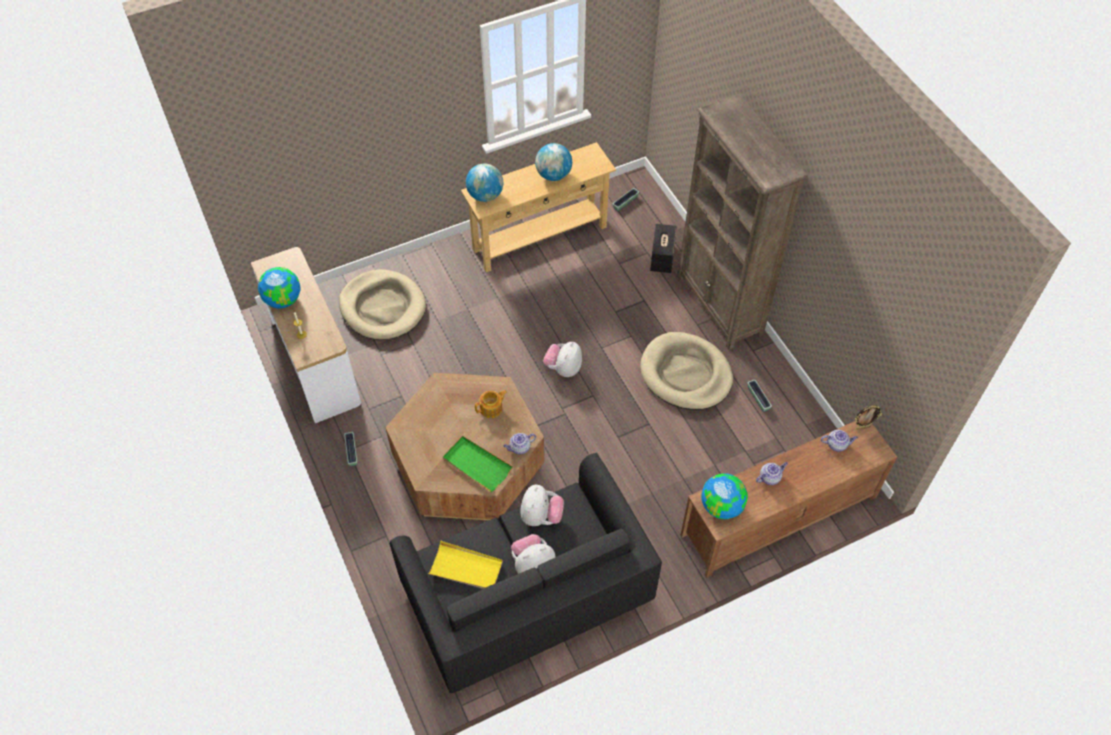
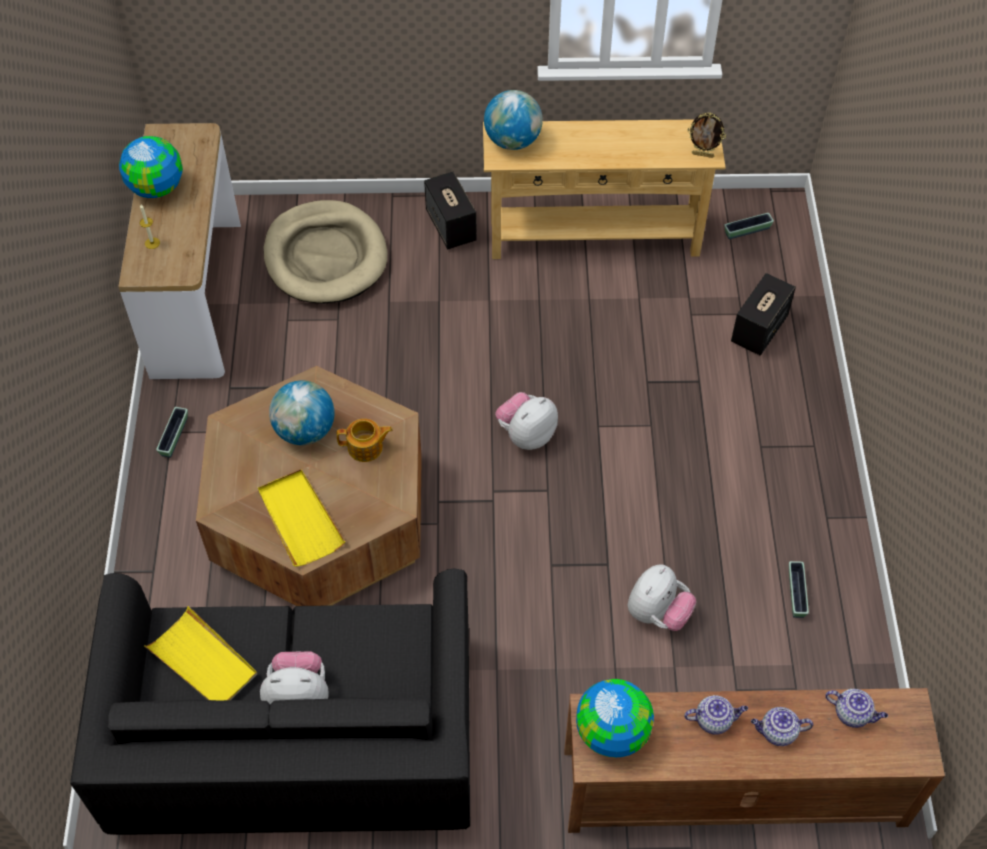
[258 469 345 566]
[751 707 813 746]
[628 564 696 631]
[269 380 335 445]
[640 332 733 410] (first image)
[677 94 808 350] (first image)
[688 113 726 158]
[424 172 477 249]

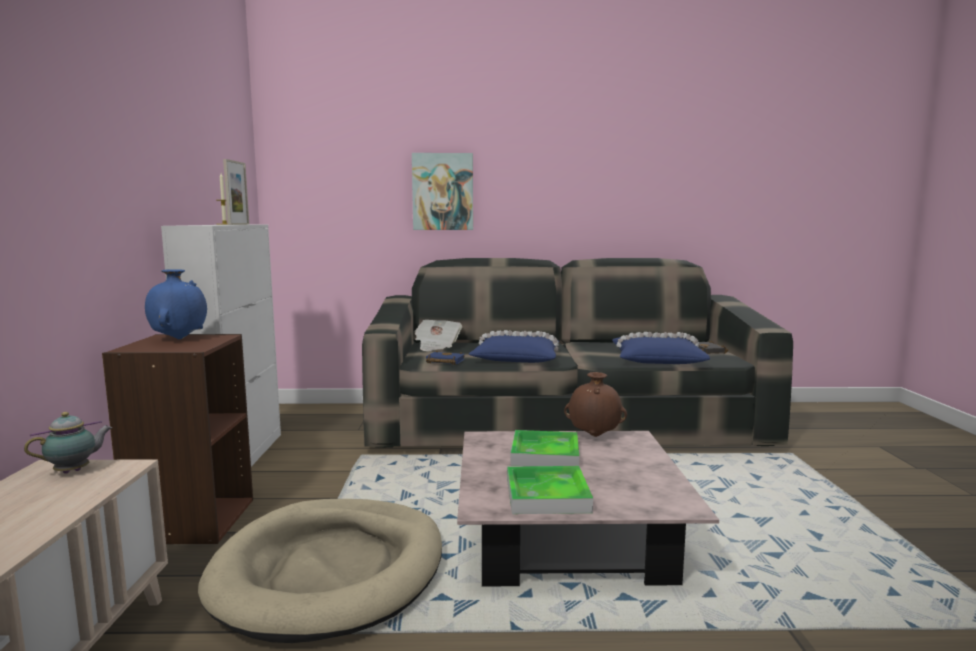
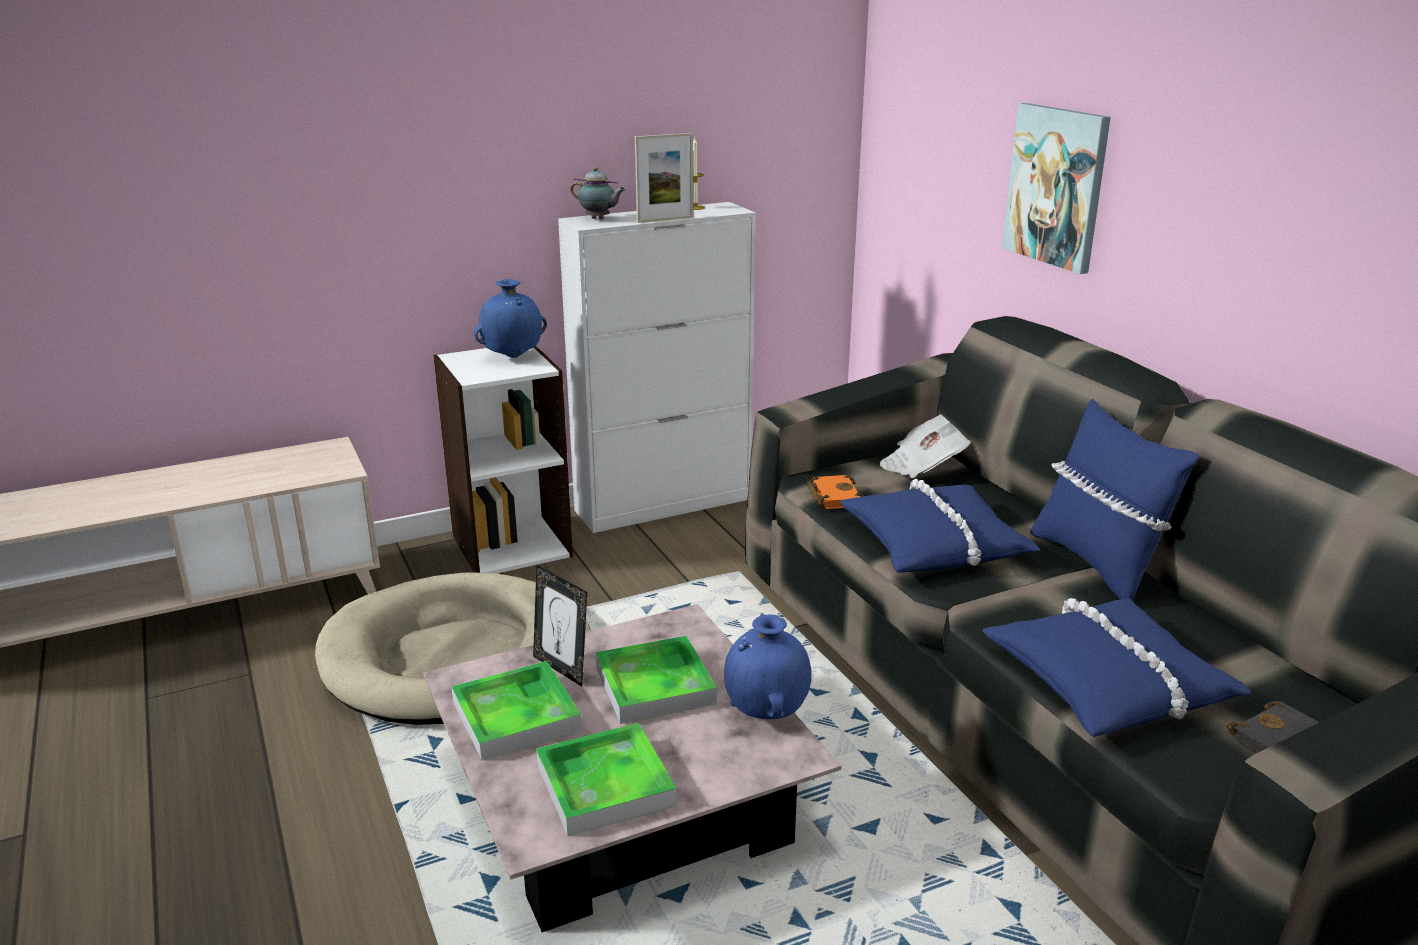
[570 167 625 219]
[433 346 573 573]
[807 474 863 509]
[724 615 811 719]
[533 565 587 686]
[536 723 677 837]
[1030 399 1199 600]

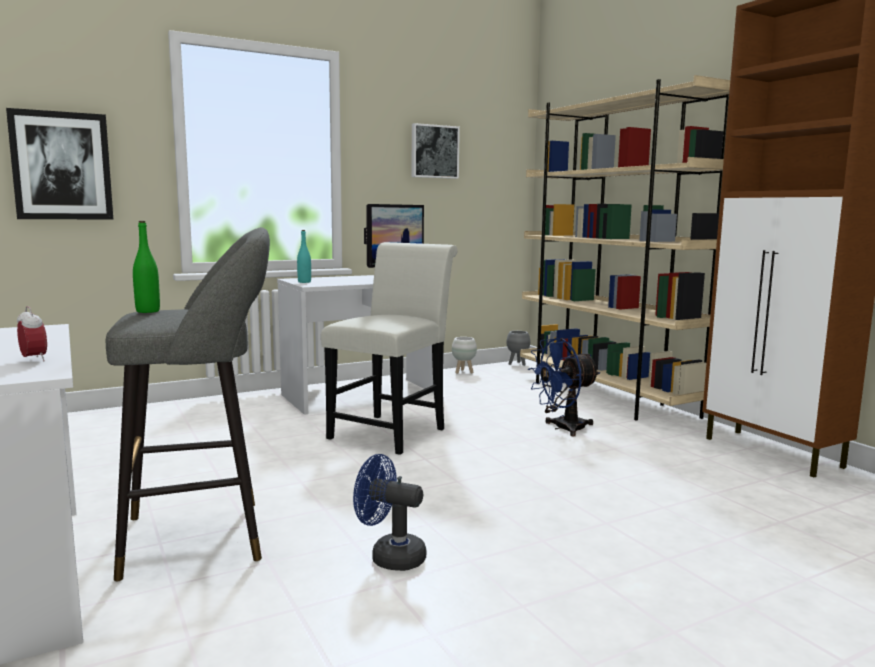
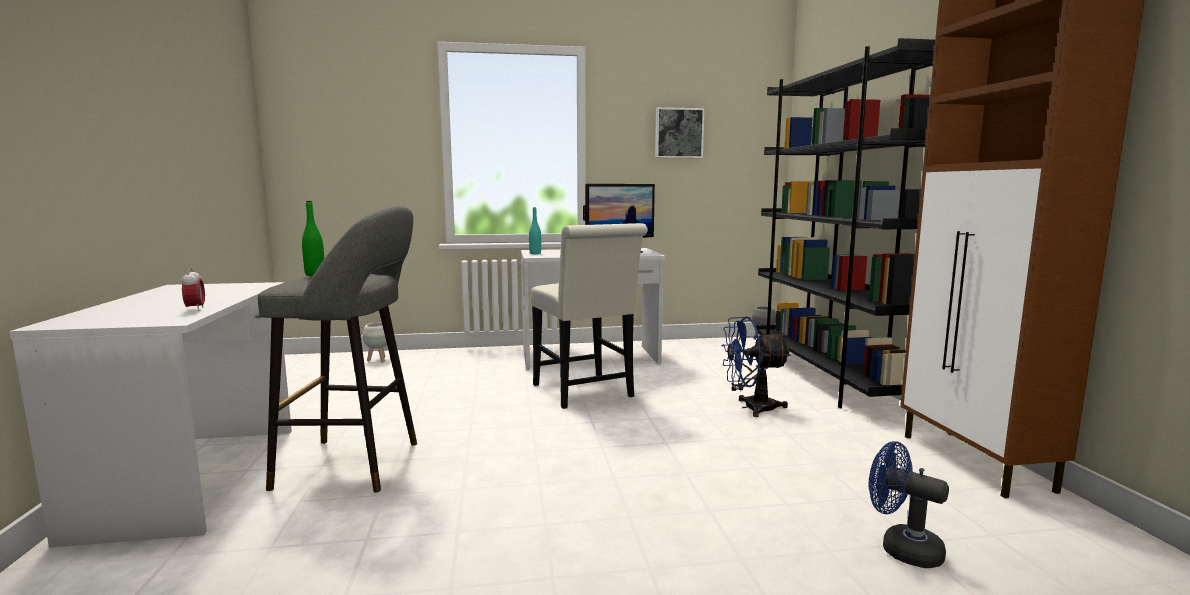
[6 108 113 219] (first image)
[531 223 648 409]
[869 441 949 568]
[363 323 387 362]
[756 38 935 408]

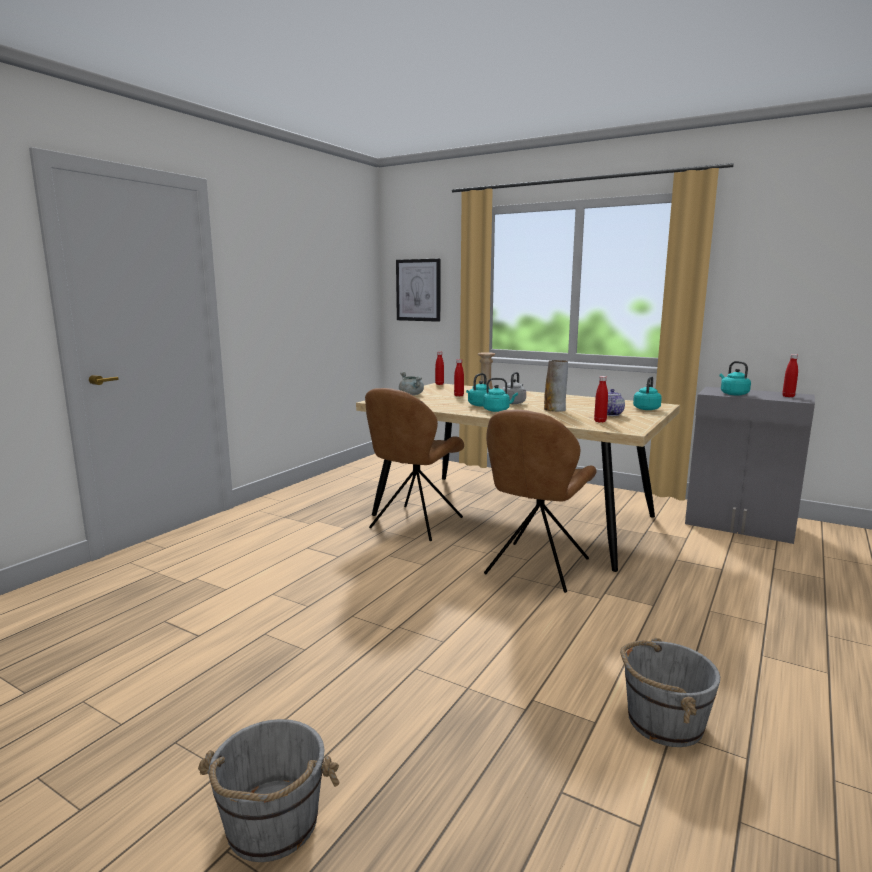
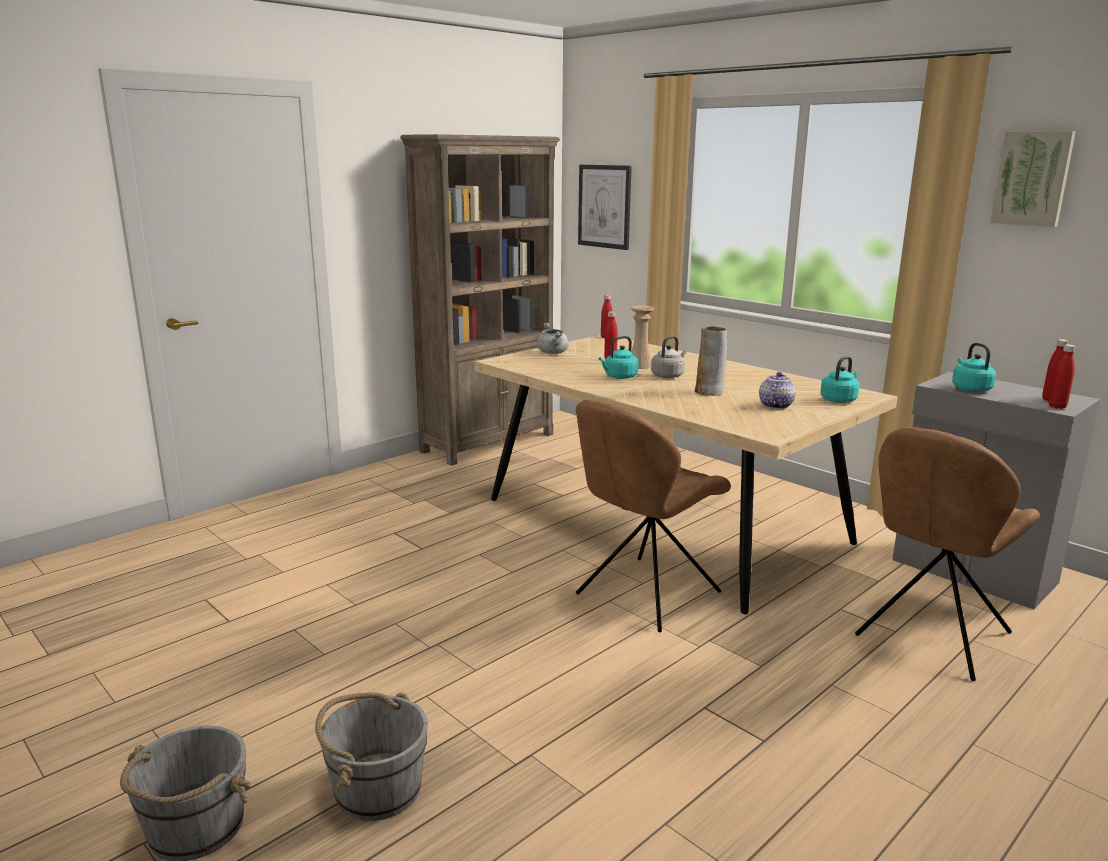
[855 427 1040 681]
[483 378 518 412] (first image)
[1049 344 1076 409]
[315 692 428 821]
[400 134 560 466]
[990 131 1076 227]

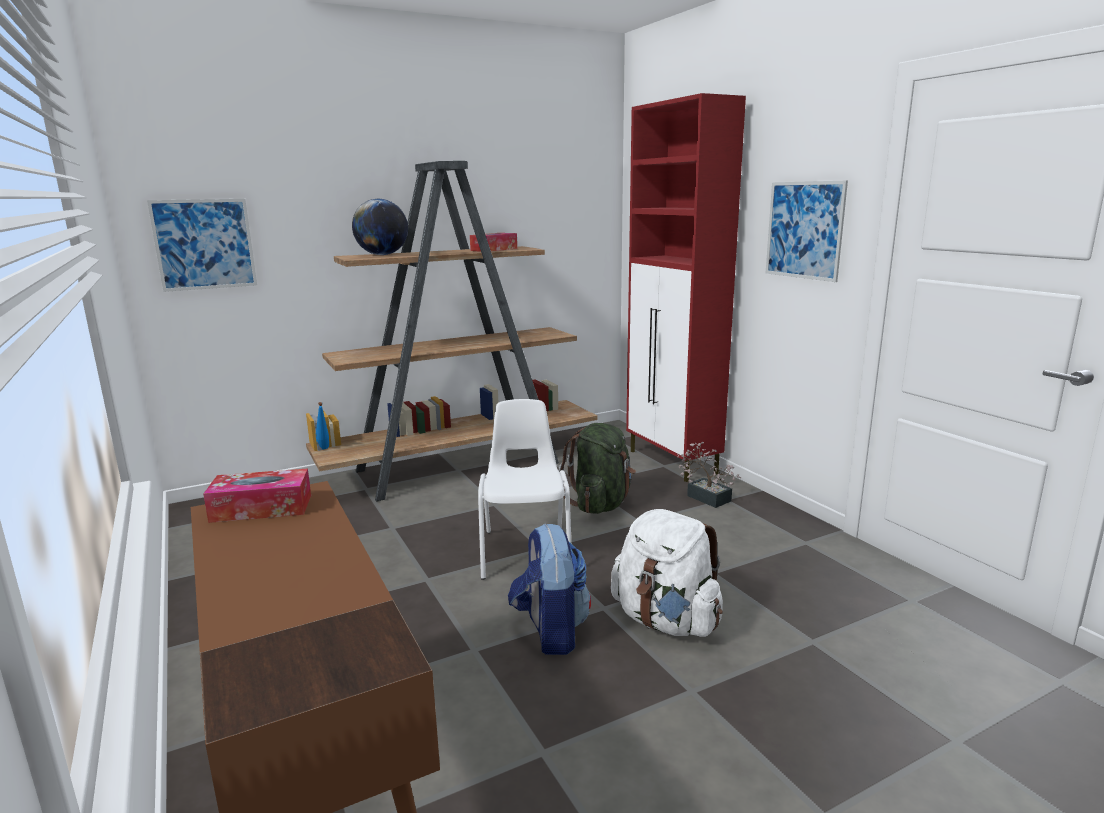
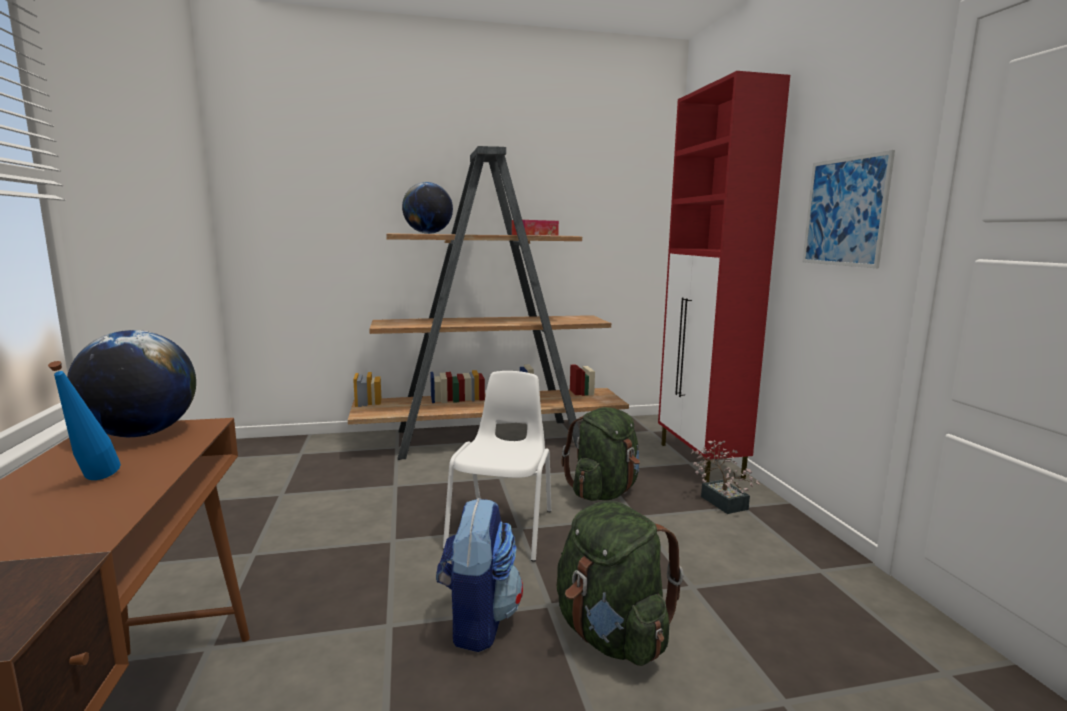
[147 199 257 292] (first image)
[67 330 196 437]
[48 361 121 480]
[557 501 684 666]

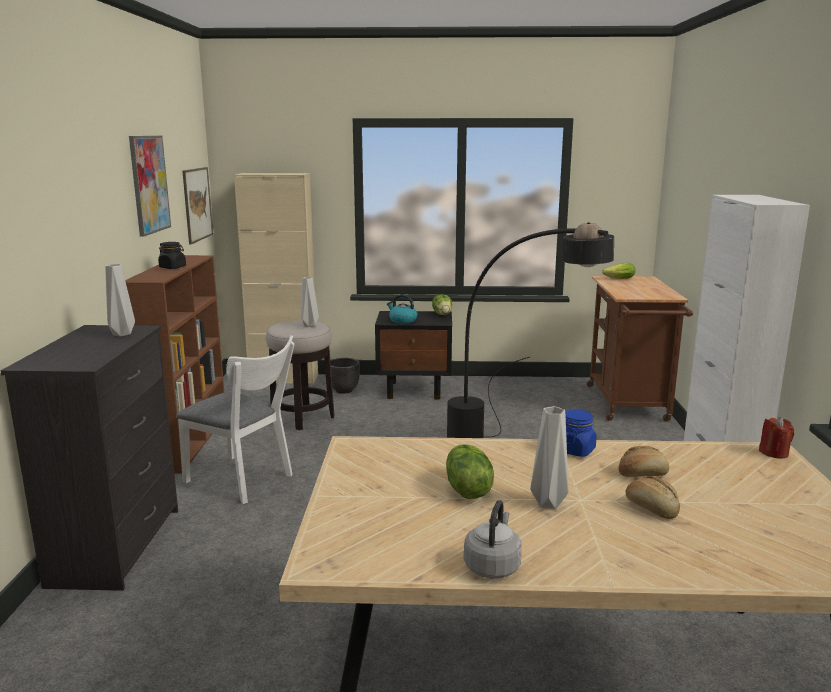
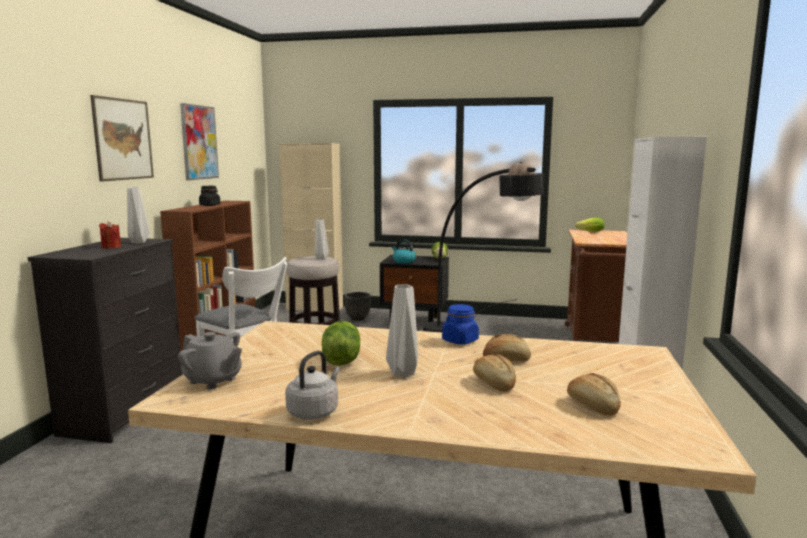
[90 95 154 182]
[99 221 121 249]
[178 332 242 389]
[567 373 621 416]

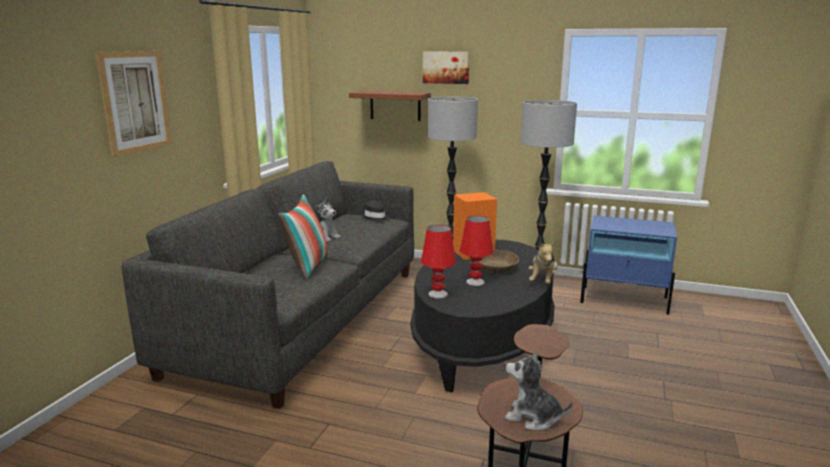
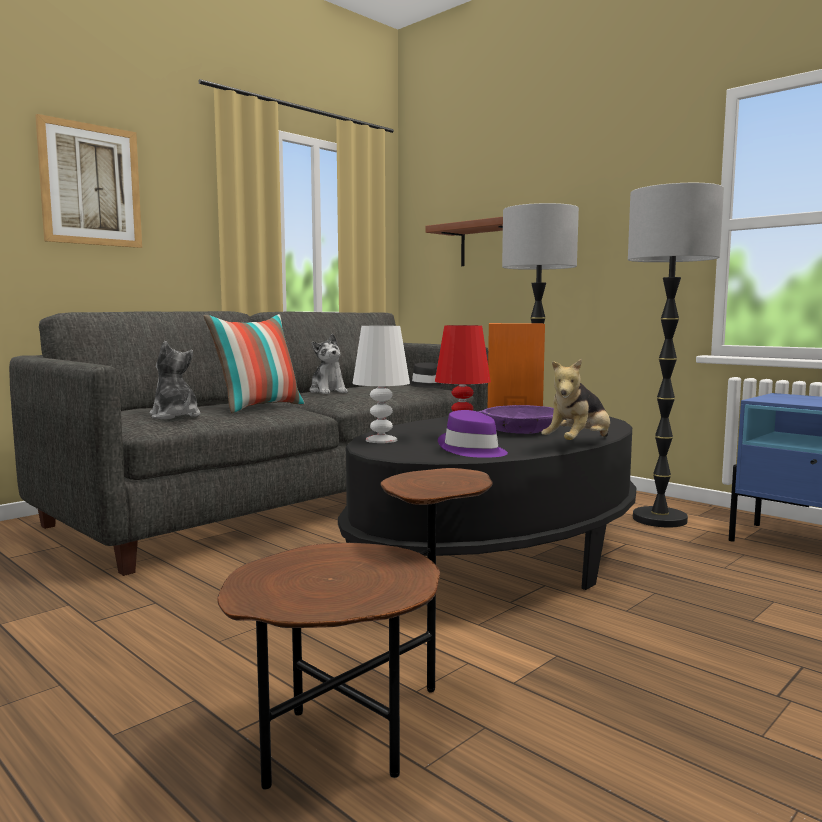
[353 326 410 443]
[423 52 469 84] (first image)
[478 405 554 434]
[150 341 200 419]
[438 410 508 458]

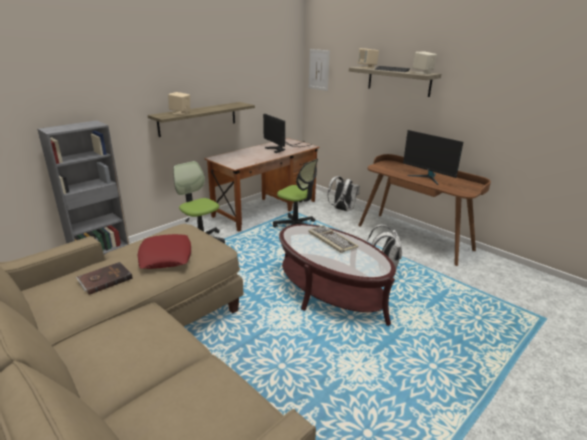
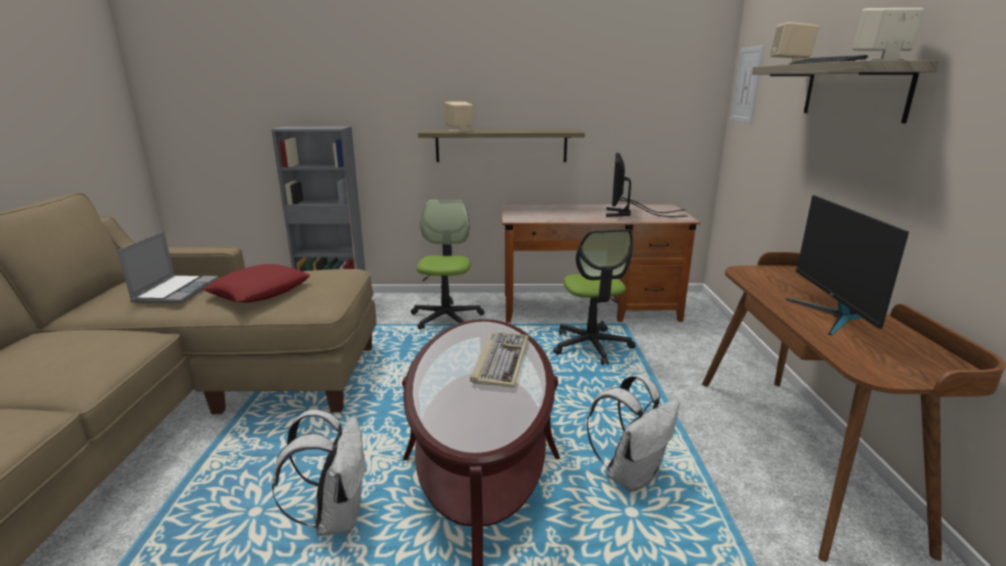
[118 231 219 303]
[272 410 367 536]

